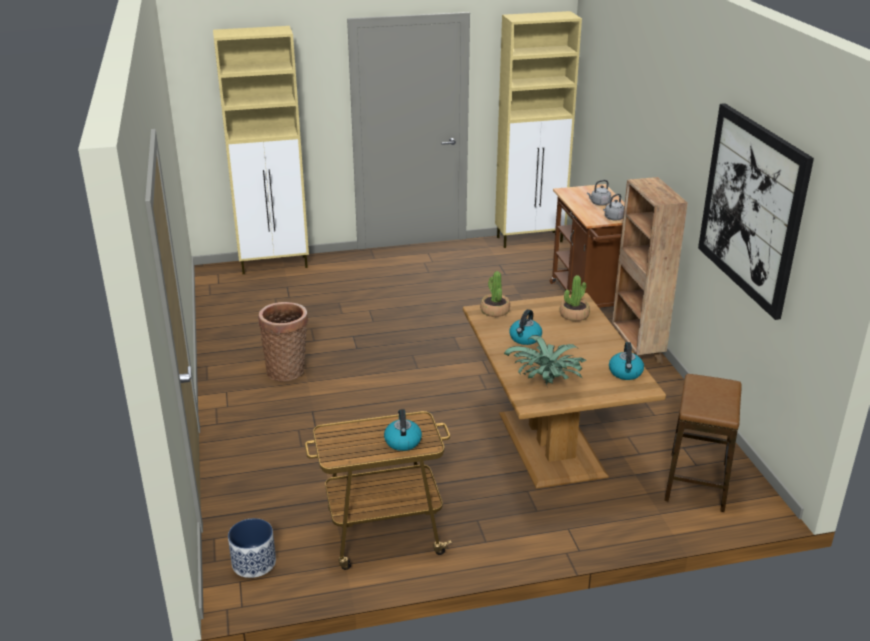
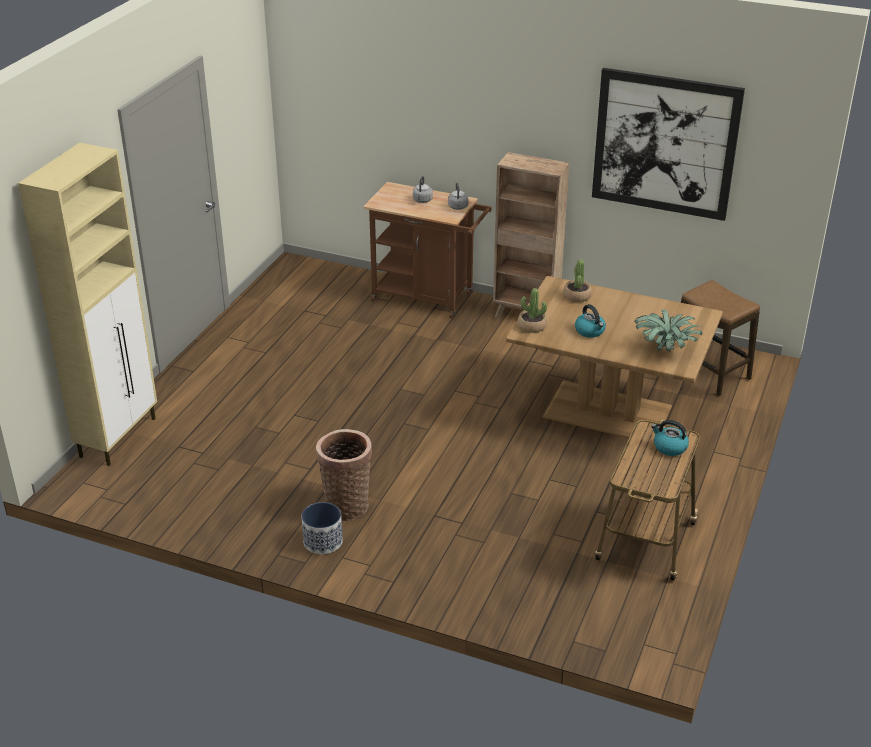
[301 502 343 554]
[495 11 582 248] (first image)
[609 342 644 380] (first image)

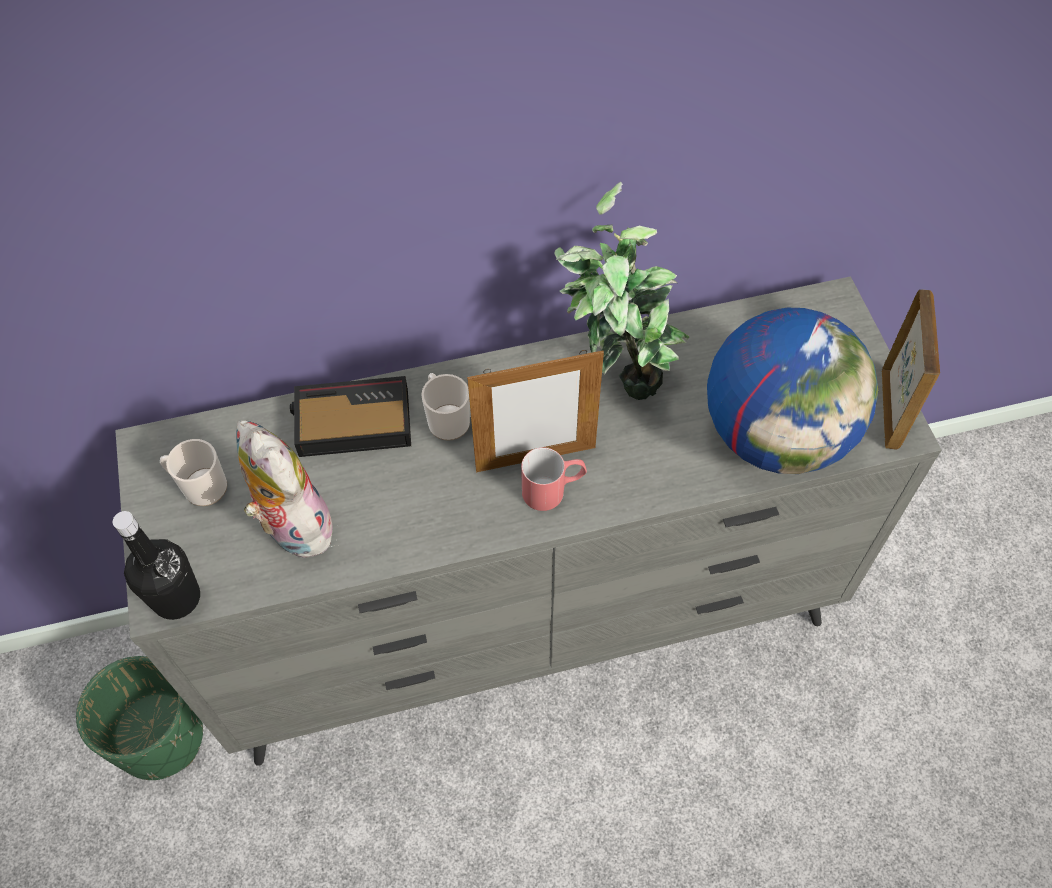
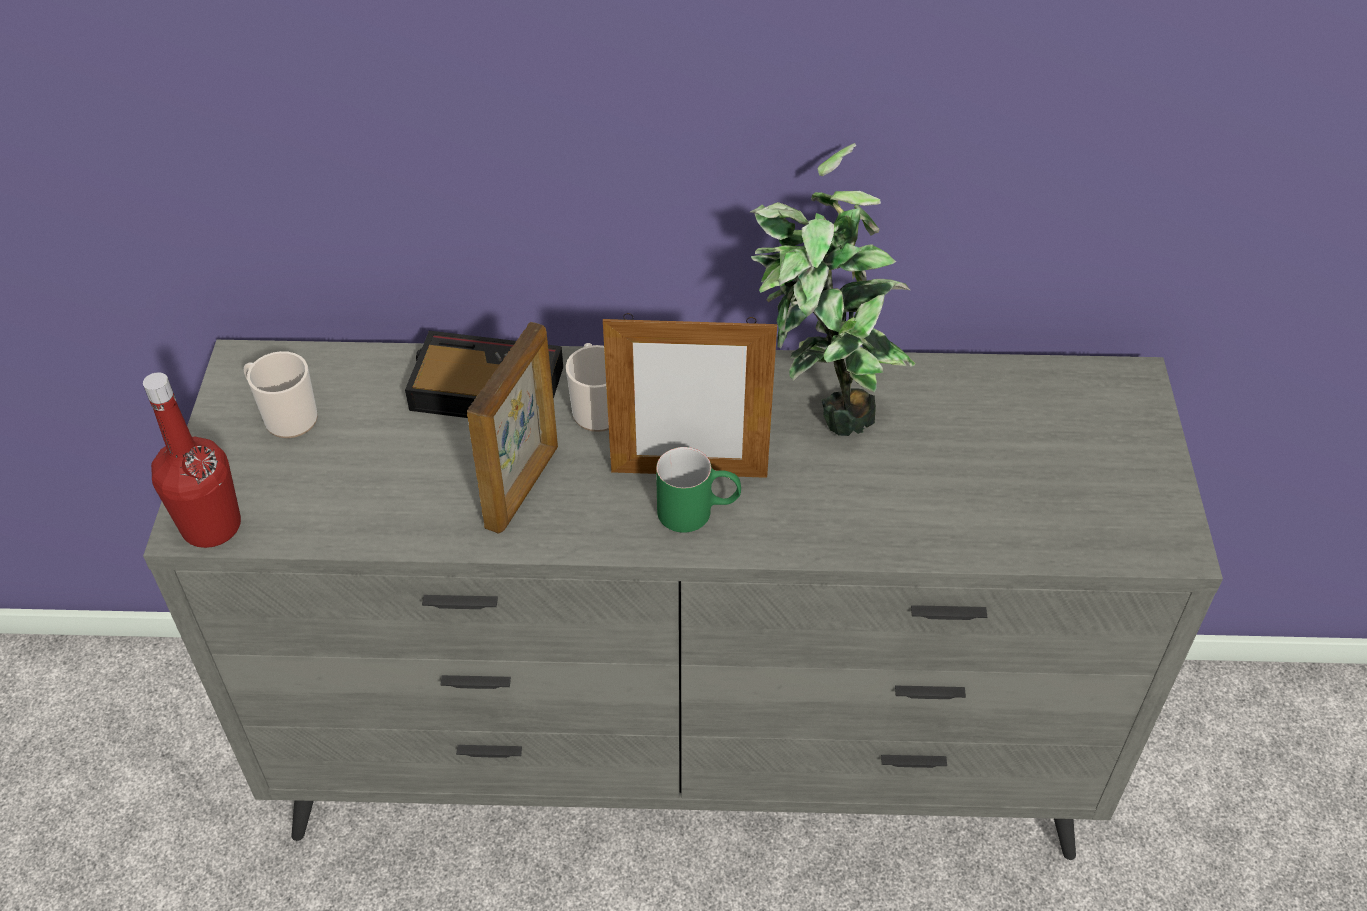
[76 656 203 780] (first image)
[143 372 241 548]
[236 420 338 558] (first image)
[656 447 741 533]
[707 308 878 474] (first image)
[467 322 558 534]

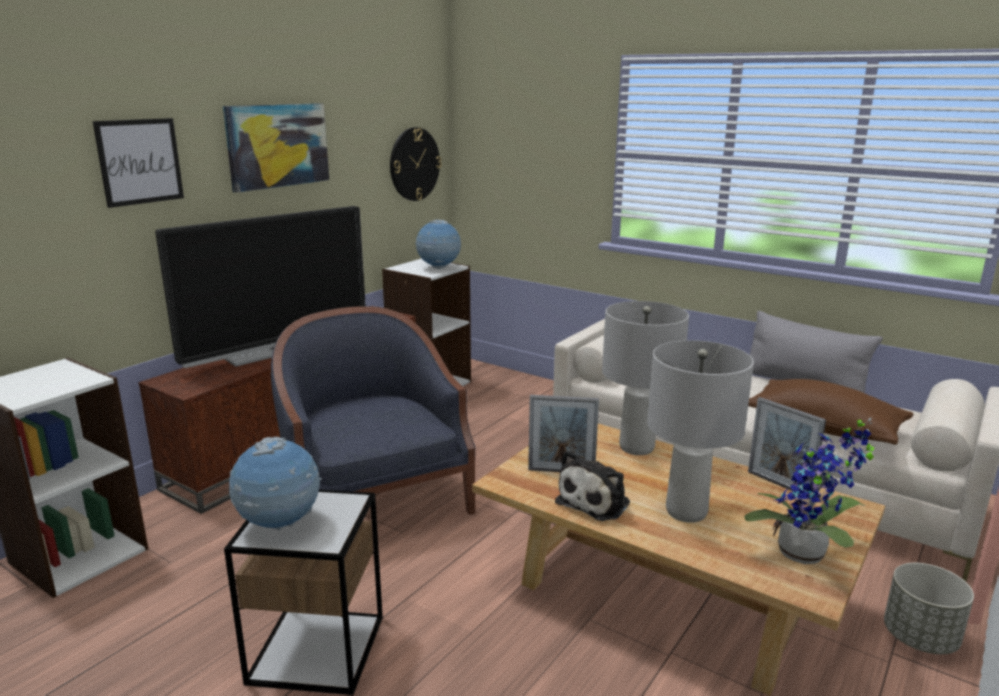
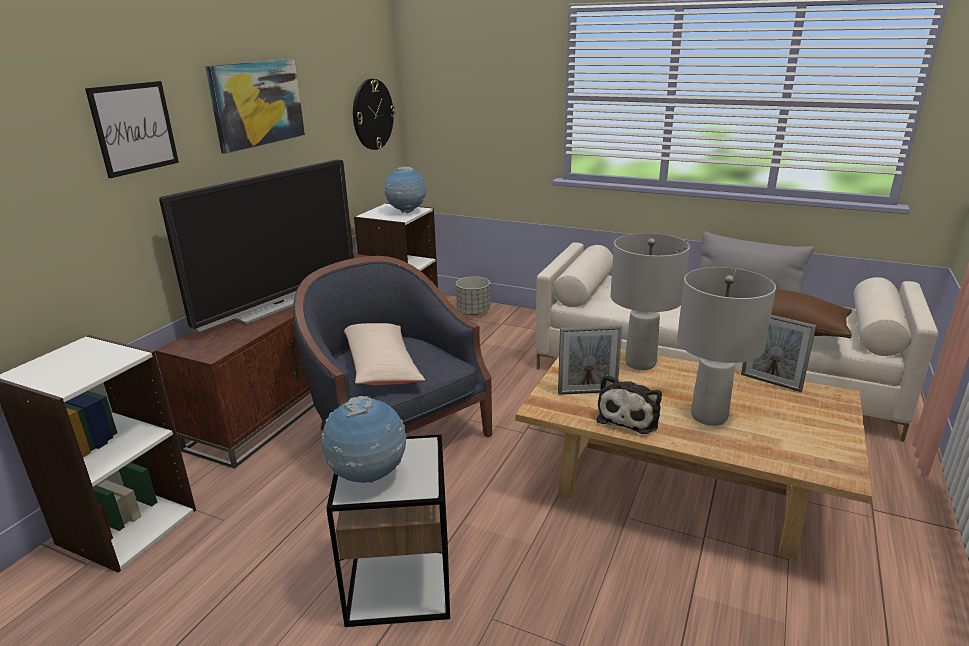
[744 418 874 564] (first image)
[456 277 490 315]
[344 323 425 385]

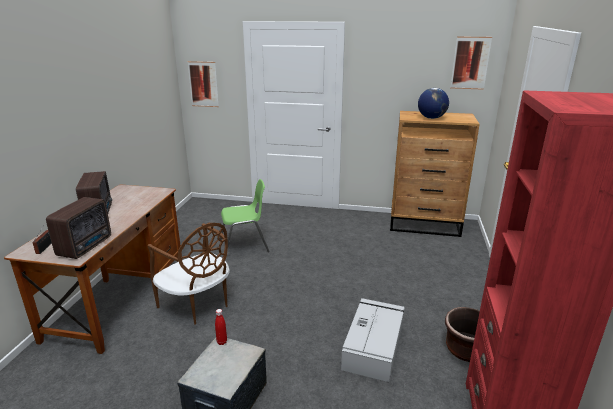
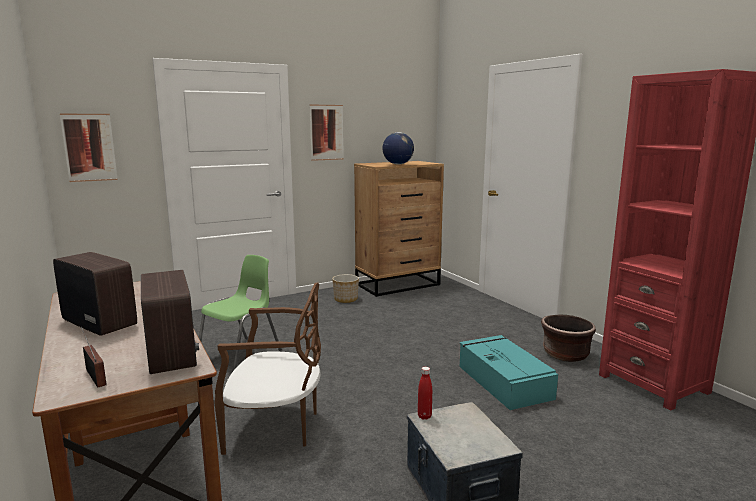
[460 335 558 410]
[310 105 344 161]
[332 274 359 303]

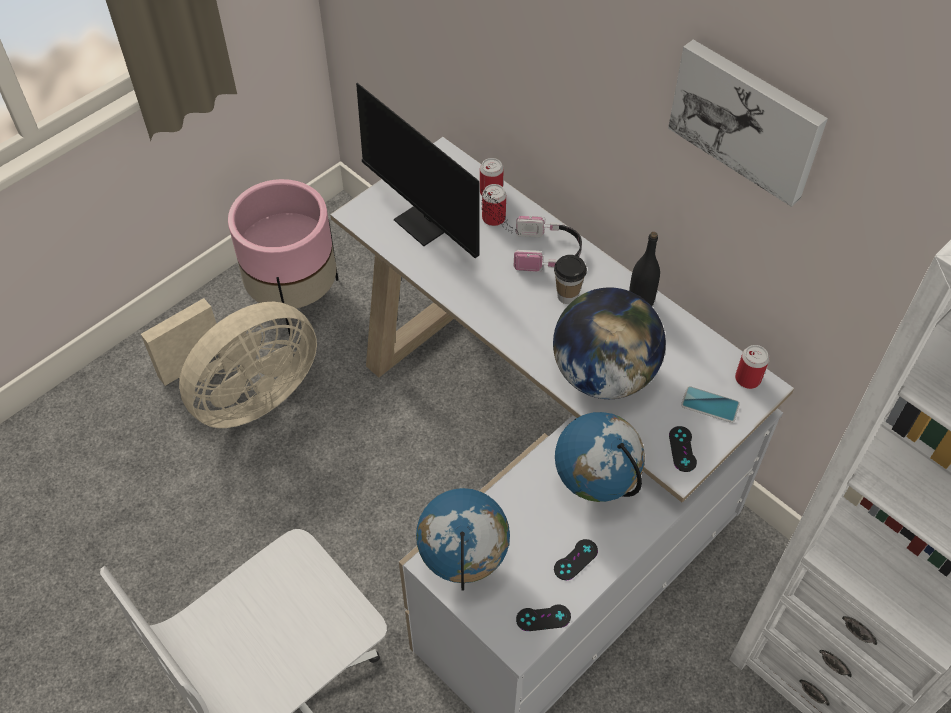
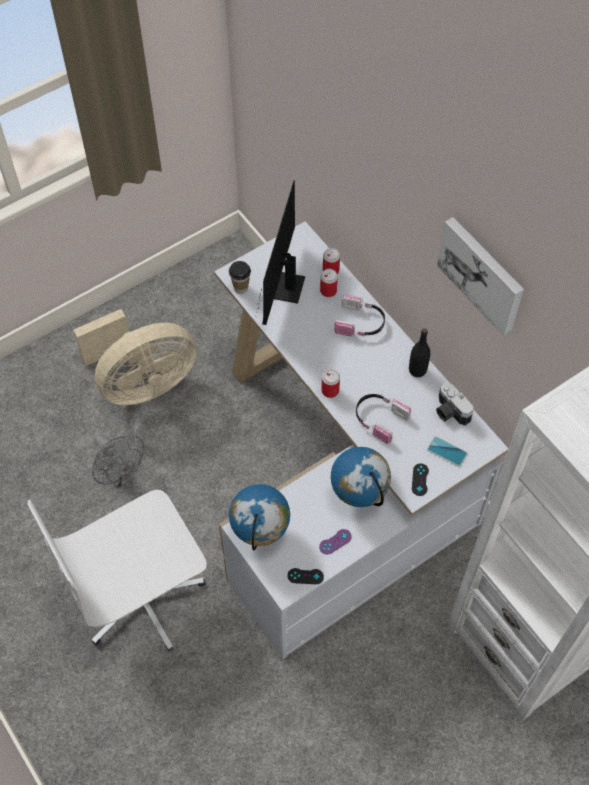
[228 179 338 336] (first image)
[254 180 305 325]
[356 394 411 444]
[229 261 251 294]
[319 529 352 555]
[321 369 340 398]
[92 434 144 489]
[436 382 474 426]

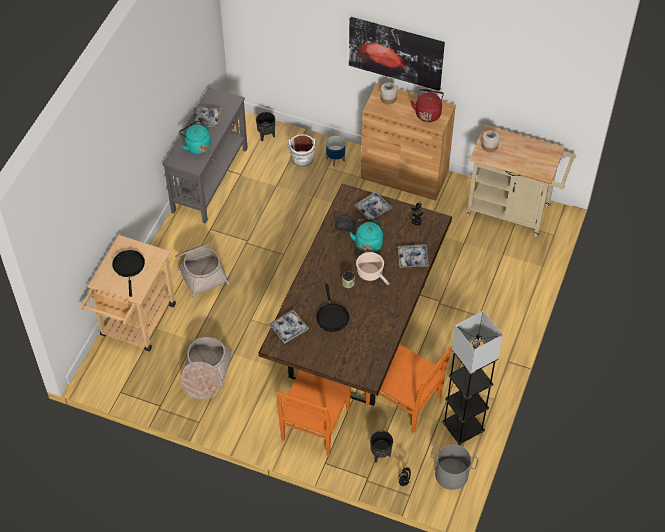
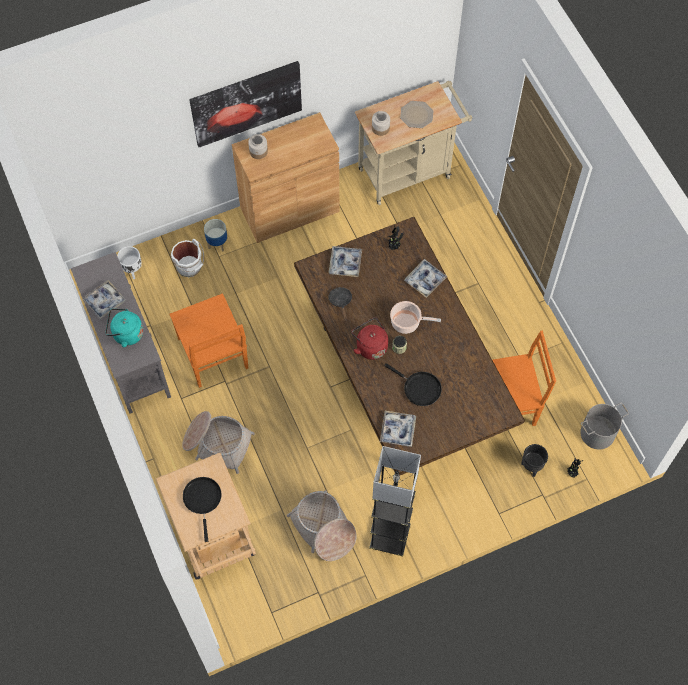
[183 477 222 542]
[117 246 141 279]
[169 293 248 388]
[350 219 384 253] (first image)
[351 317 388 360]
[369 446 421 556]
[400 101 433 128]

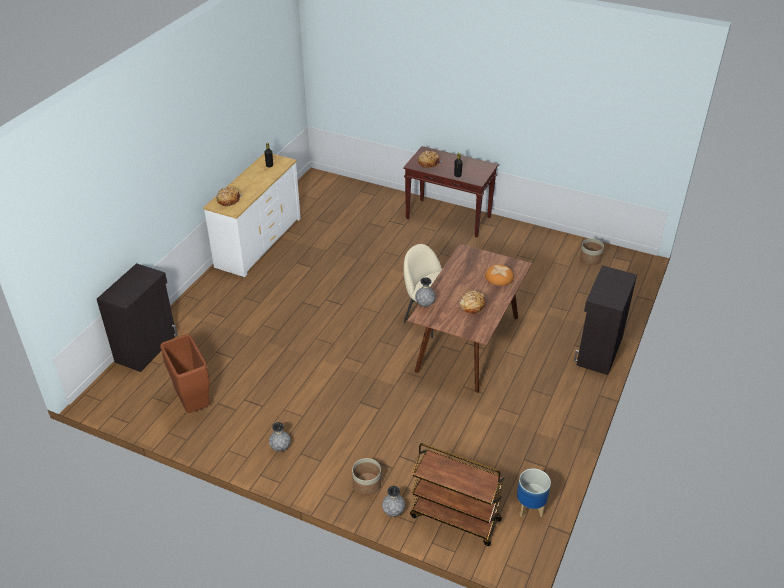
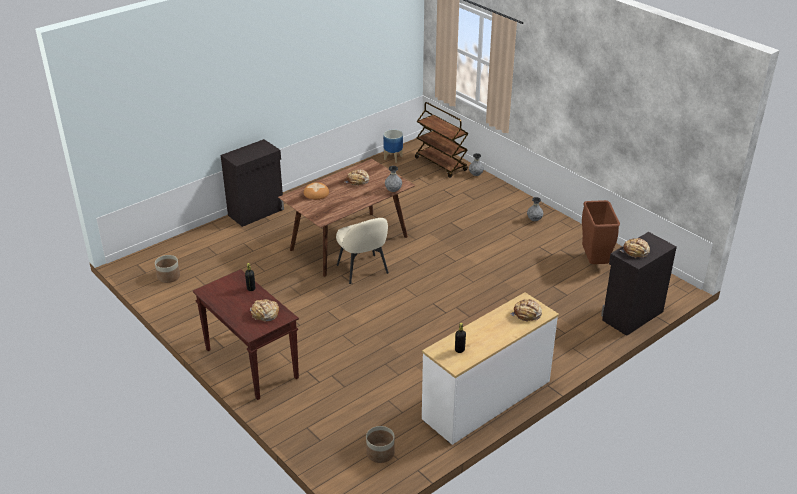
[366 426 395 463]
[620 238 650 258]

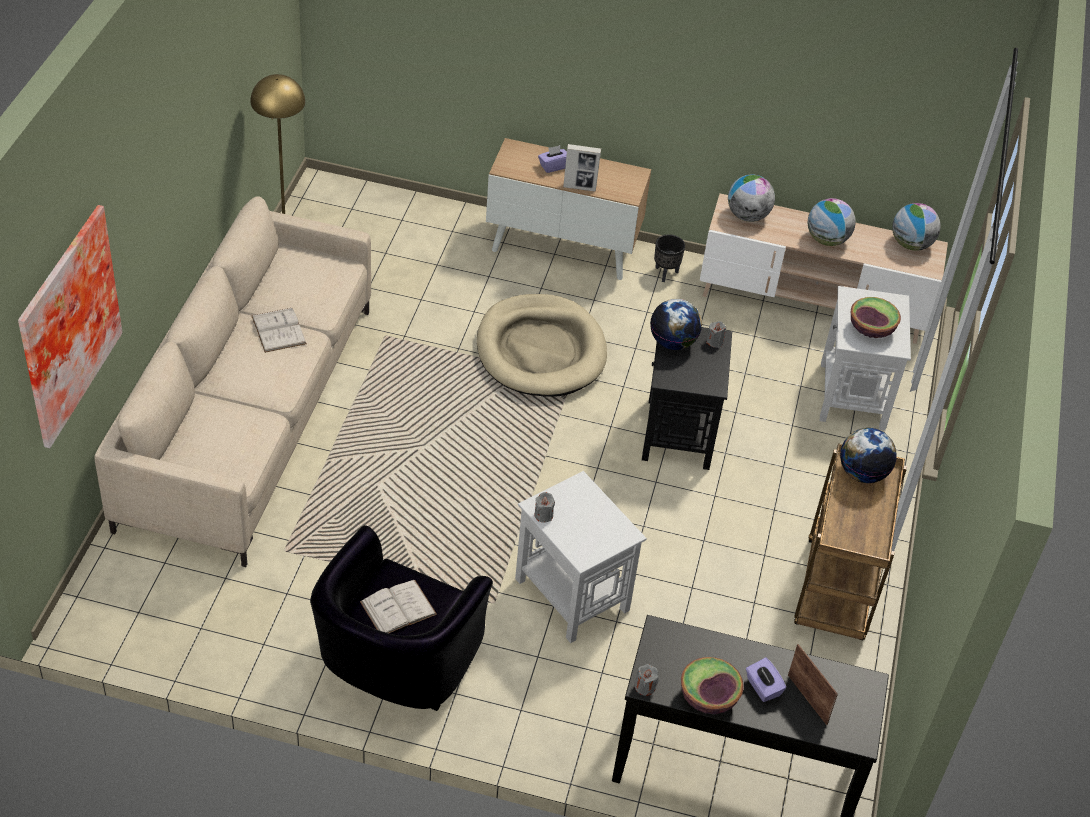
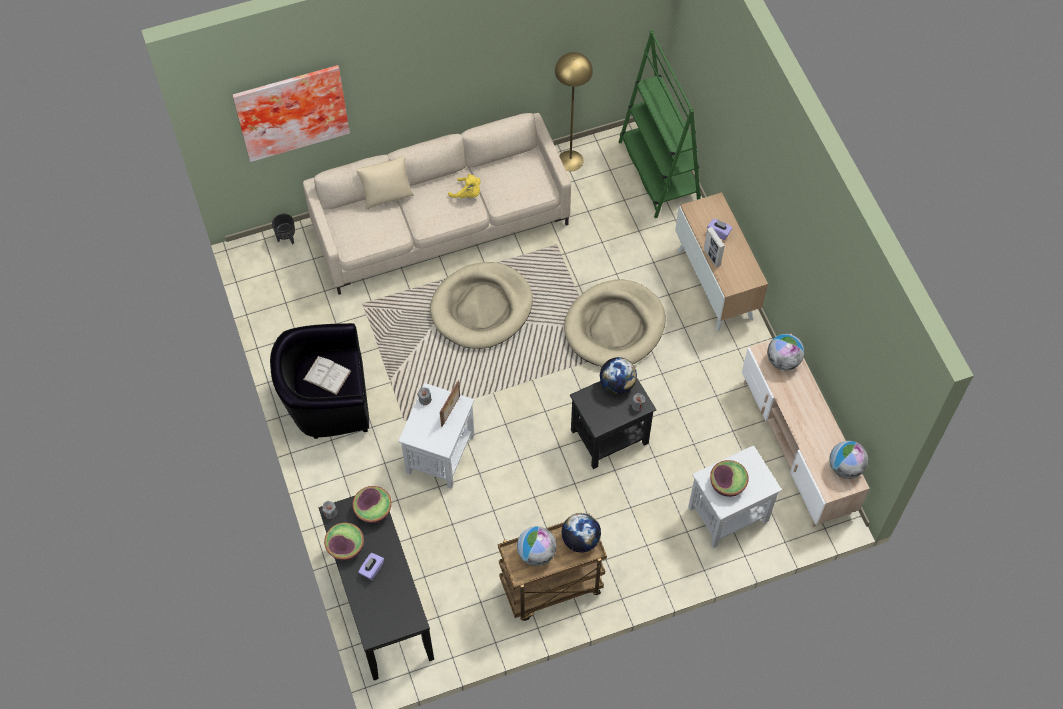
[448 174 481 198]
[272 214 295 244]
[440 380 460 427]
[517 526 557 566]
[352 486 392 523]
[356 156 414 210]
[430 262 533 349]
[619 29 701 218]

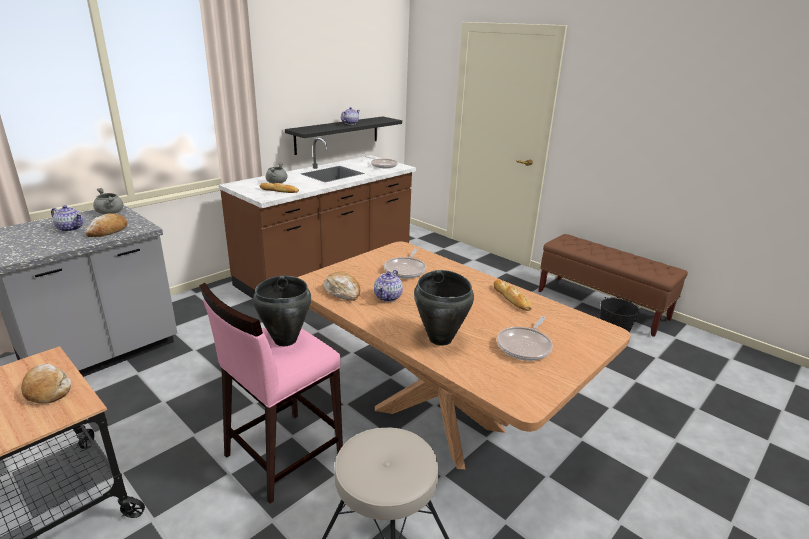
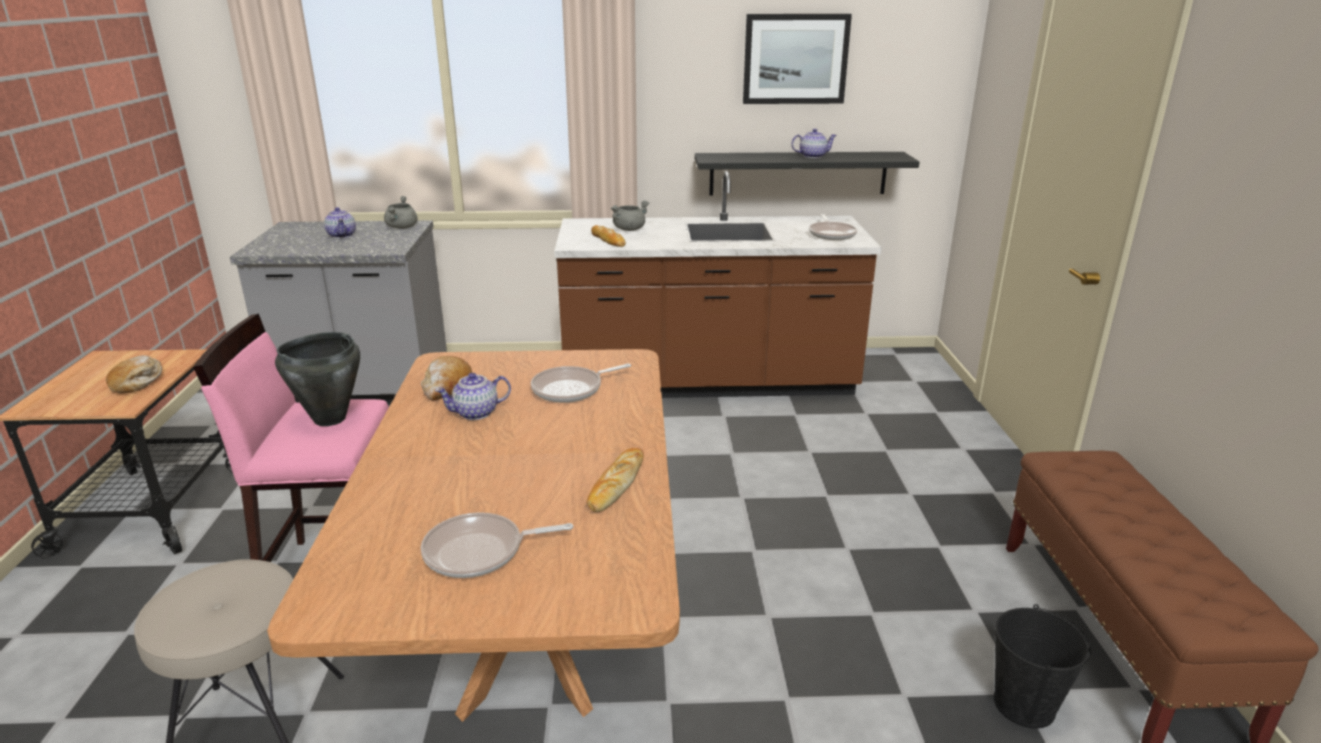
[85 213 128 237] (first image)
[414 270 474 346] (first image)
[743 14 852 104]

